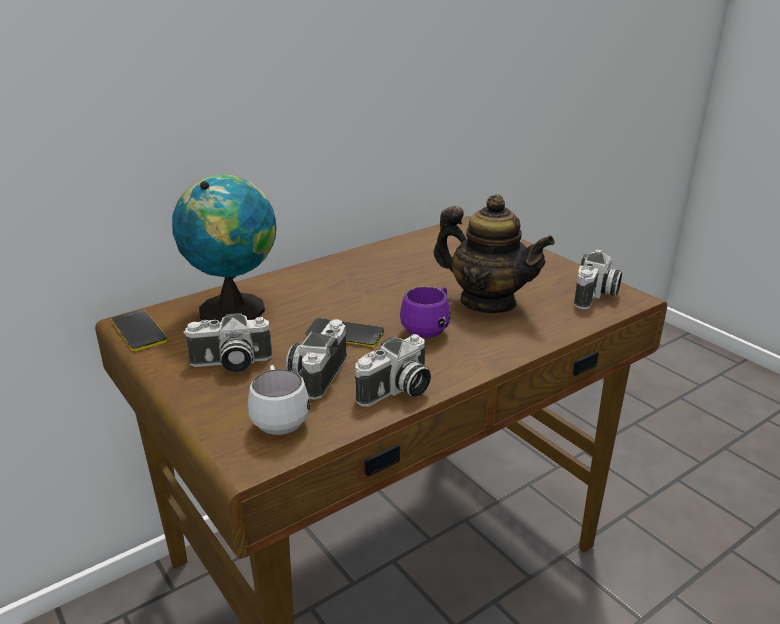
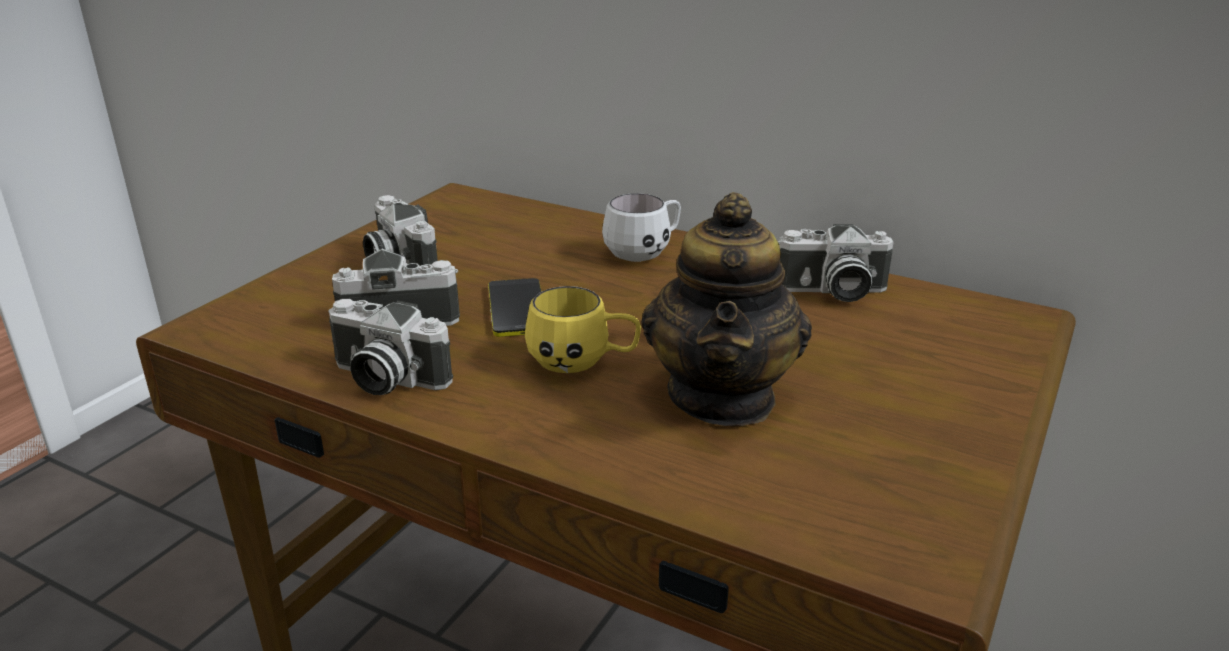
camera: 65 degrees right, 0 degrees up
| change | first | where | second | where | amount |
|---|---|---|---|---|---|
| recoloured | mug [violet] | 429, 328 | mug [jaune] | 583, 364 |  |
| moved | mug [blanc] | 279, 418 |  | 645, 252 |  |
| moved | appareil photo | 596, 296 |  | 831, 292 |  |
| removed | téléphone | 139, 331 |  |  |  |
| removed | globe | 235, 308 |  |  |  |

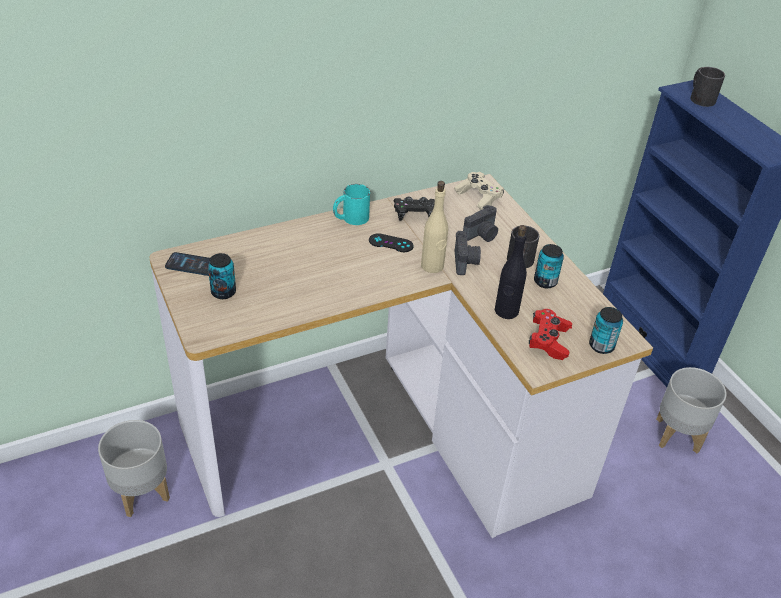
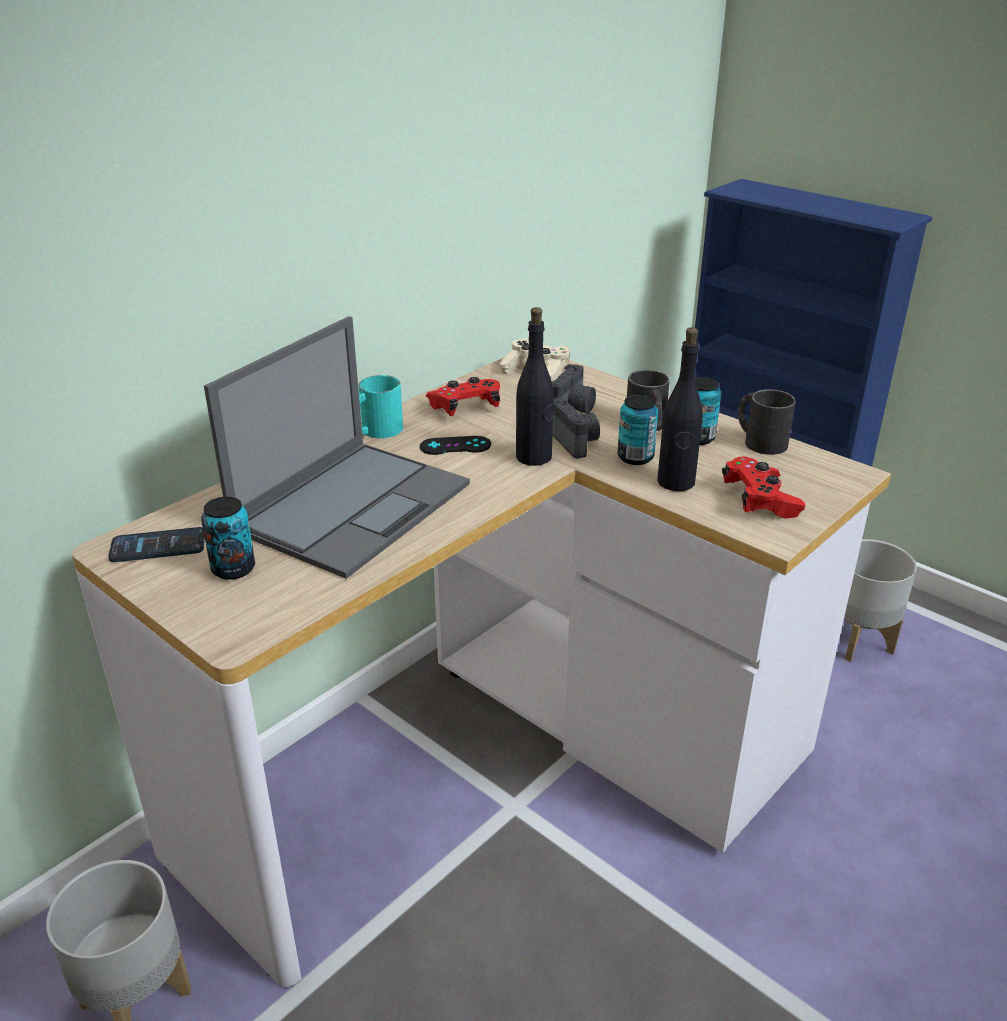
camera: 20 degrees left, 10 degrees down
| change | first | where | second | where | amount |
|---|---|---|---|---|---|
| added |  |  | ordinateur portable | 354, 505 |  |
| recoloured | manette [noir] | 415, 215 | manette [rouge] | 465, 408 |  |
| recoloured | bouteille [beige] | 432, 266 | bouteille [noir] | 534, 457 |  |
| moved | boîte métallique | 601, 346 |  | 635, 457 |  |
| moved | mug [noir] | 700, 97 |  | 759, 441 |  |

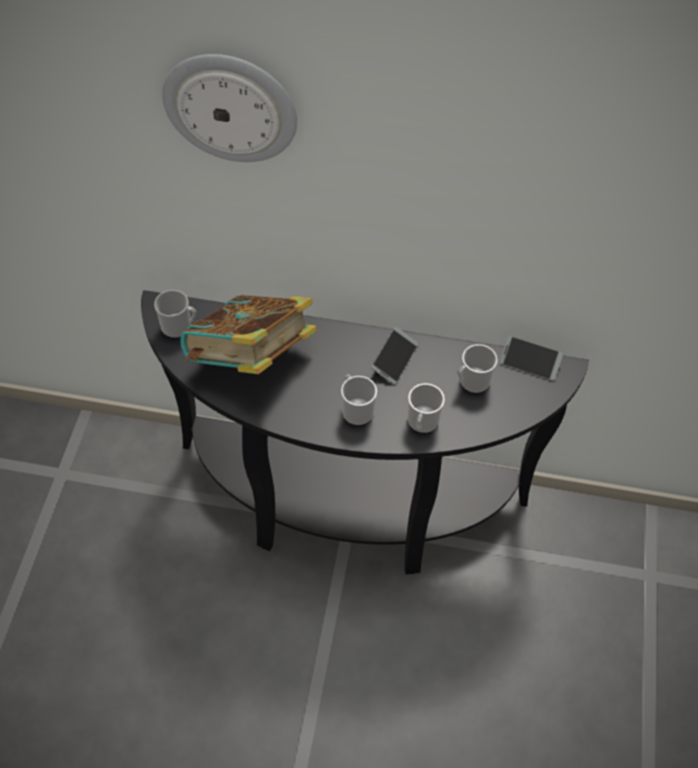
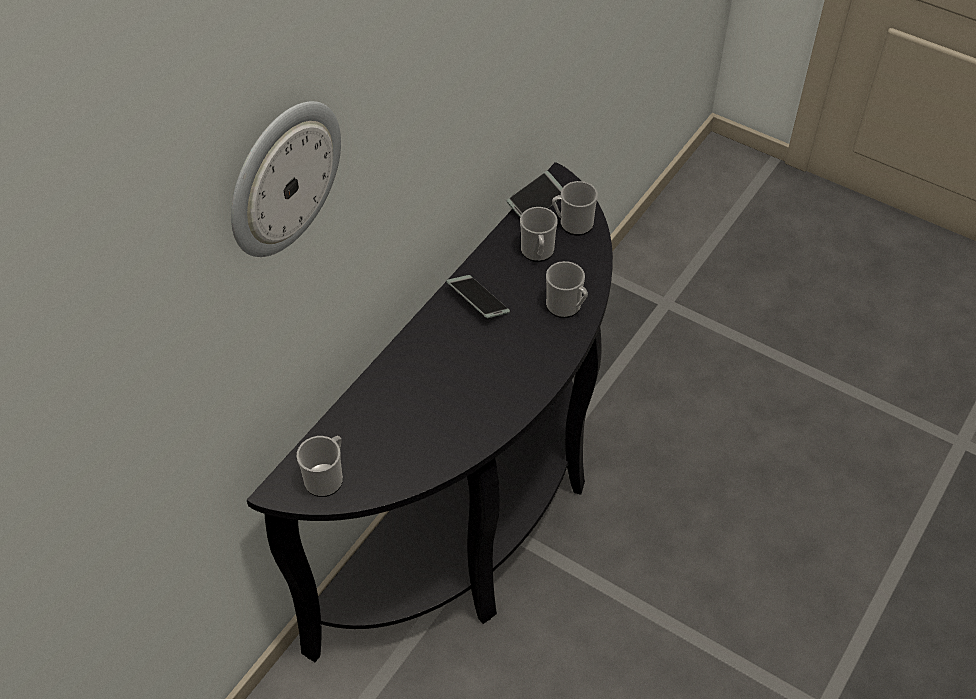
camera: 65 degrees left, 5 degrees down
| change | first | where | second | where | amount |
|---|---|---|---|---|---|
| moved | mug | 356, 409 |  | 572, 224 |  |
| removed | livre | 251, 360 |  |  |  |

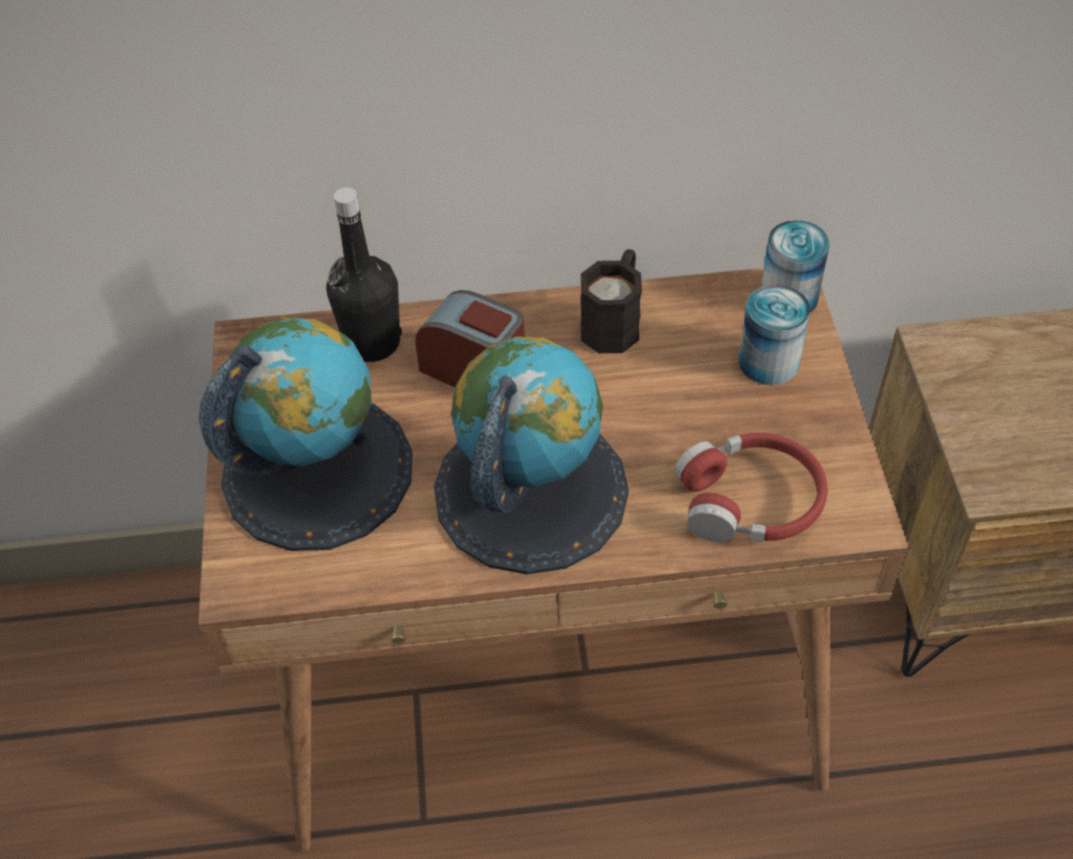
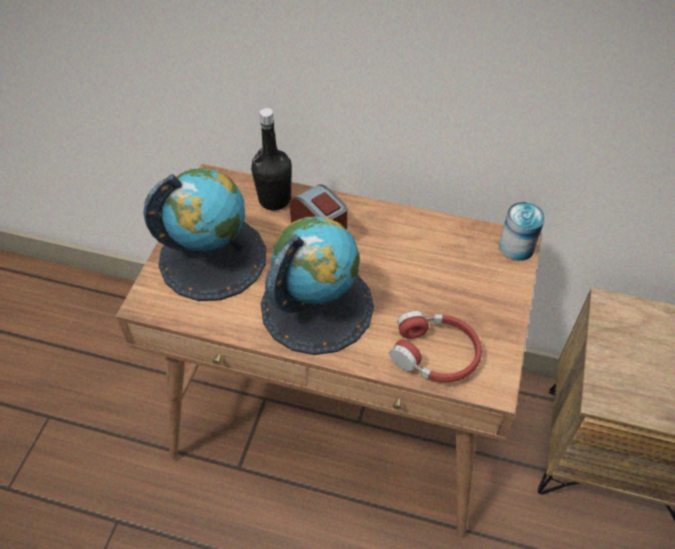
camera: 20 degrees right, 0 degrees up
| change | first | where | second | where | amount |
|---|---|---|---|---|---|
| removed | mug [noir] | 614, 321 |  |  |  |
| removed | boîte métallique | 768, 362 |  |  |  |

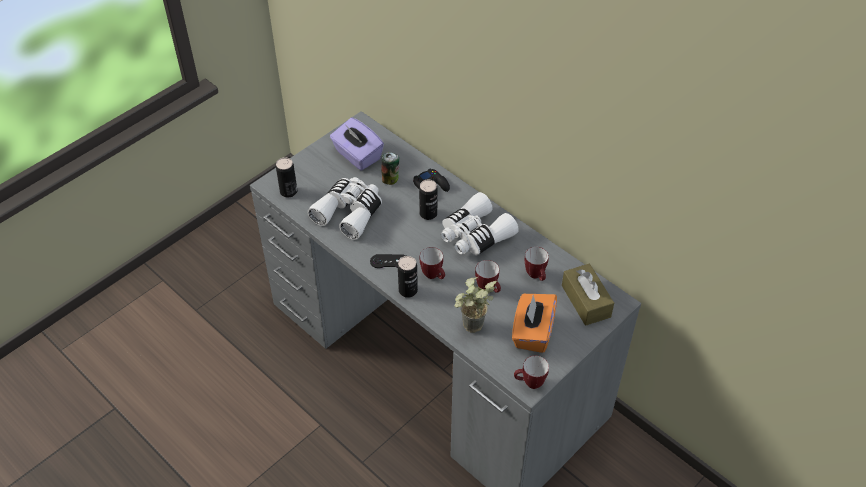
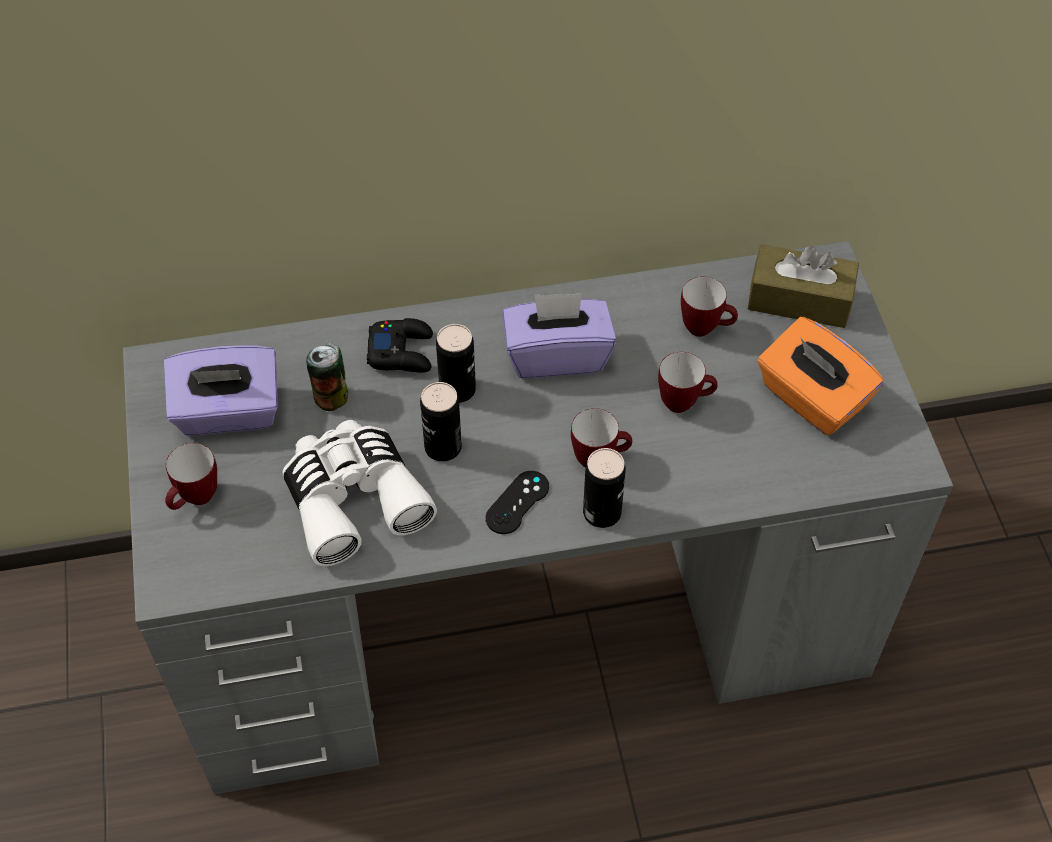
camera: 55 degrees left, 5 degrees up
| change | first | where | second | where | amount |
|---|---|---|---|---|---|
| moved | mug | 529, 384 |  | 196, 500 |  |
| moved | boîte métallique | 288, 191 |  | 443, 447 |  |
| replaced | jumelles [blanc] | 475, 235 | boîte à mouchoirs [violet] | 557, 355 |  |
| removed | plante en pot | 471, 330 |  |  |  |

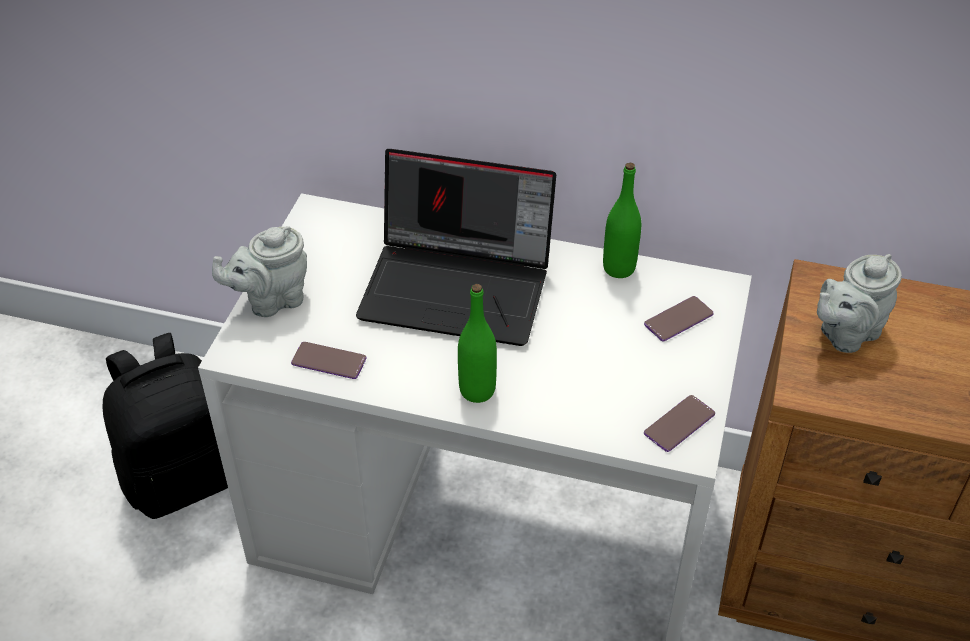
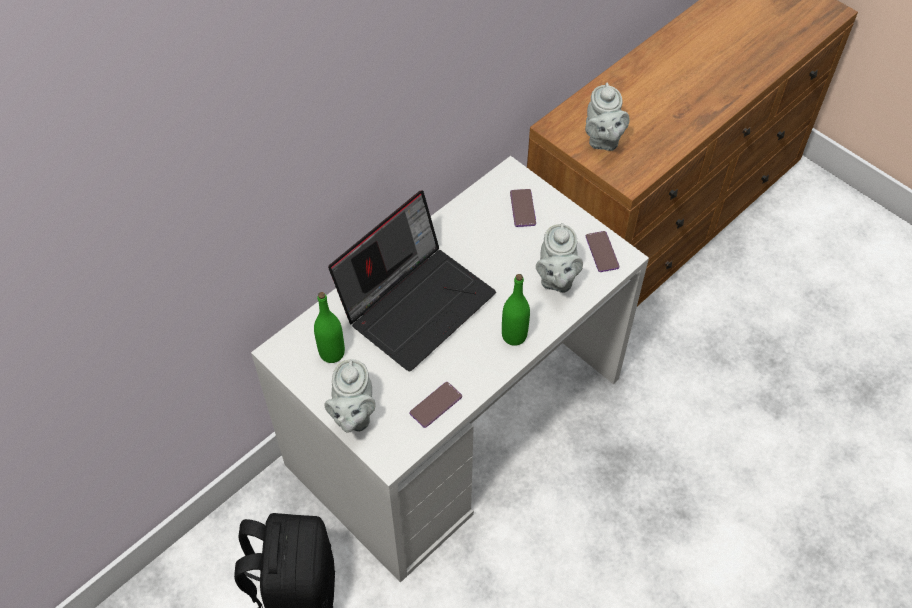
camera: 60 degrees left, 10 degrees up
| change | first | where | second | where | amount |
|---|---|---|---|---|---|
| moved | bouteille [vert] | 619, 268 |  | 332, 353 |  |
| added |  |  | théière [gris] | 556, 279 |  |

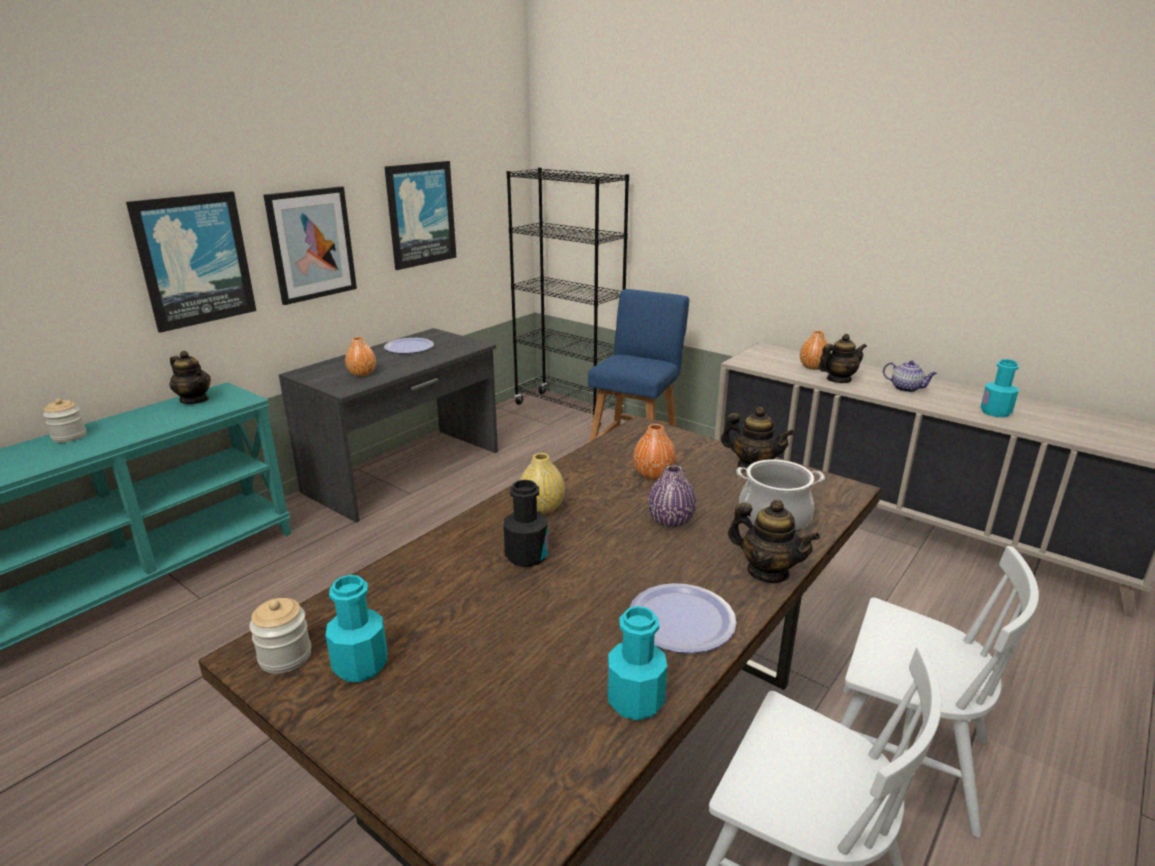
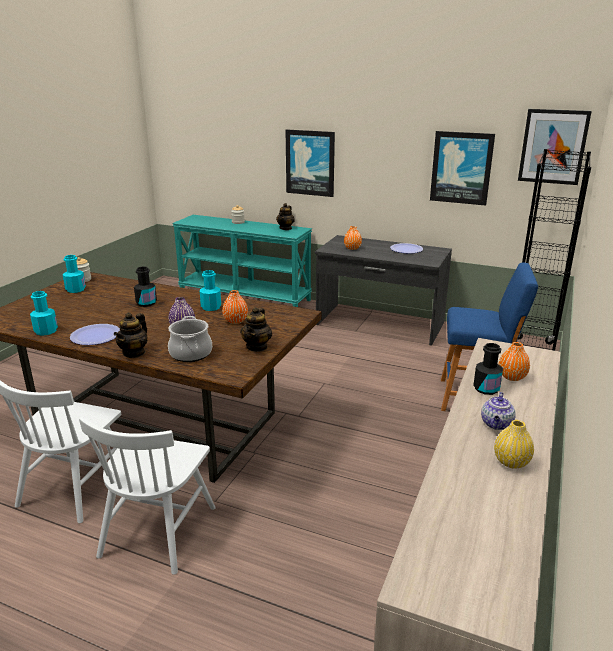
camera: 75 degrees right, 0 degrees up
| change | first | where | second | where | amount |
|---|---|---|---|---|---|
| moved | bouteille [turquoise] | 995, 412 |  | 211, 307 |  |
| replaced | théière | 838, 380 | bouteille [noir] | 486, 388 |  |
| moved | vase [jaune] | 542, 507 |  | 511, 462 |  |
| moved | tableau | 311, 244 |  | 553, 146 |  |

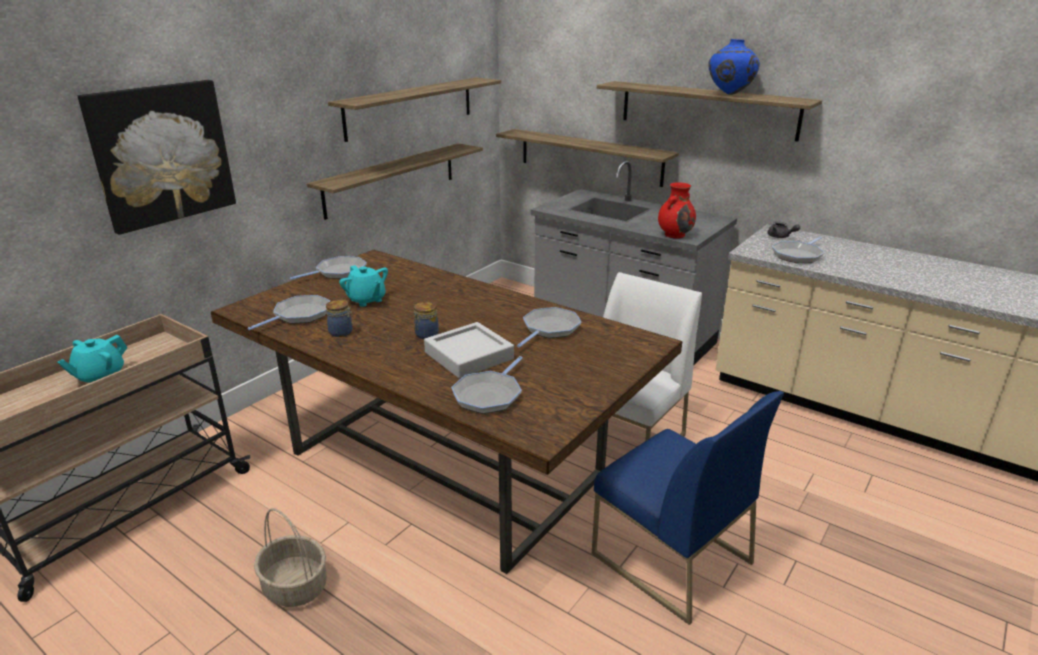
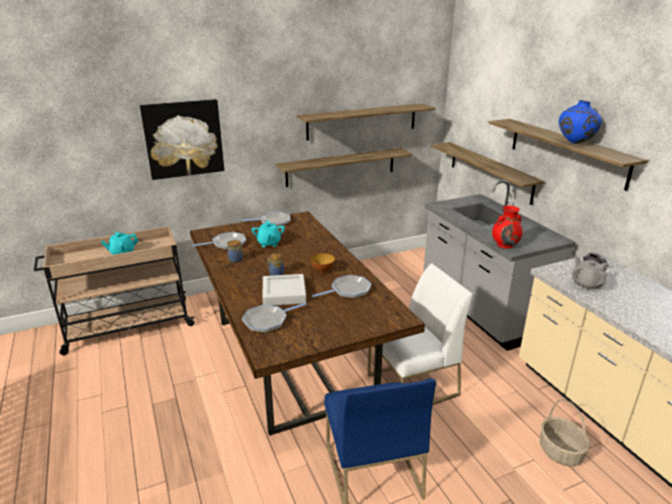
camera: 30 degrees right, 0 degrees up
| change | first | where | second | where | amount |
|---|---|---|---|---|---|
| added |  |  | bol | 322, 270 |  |
| moved | panier | 294, 587 |  | 559, 452 |  |
| replaced | poêle | 798, 255 | théière [gris] | 586, 284 |  |

